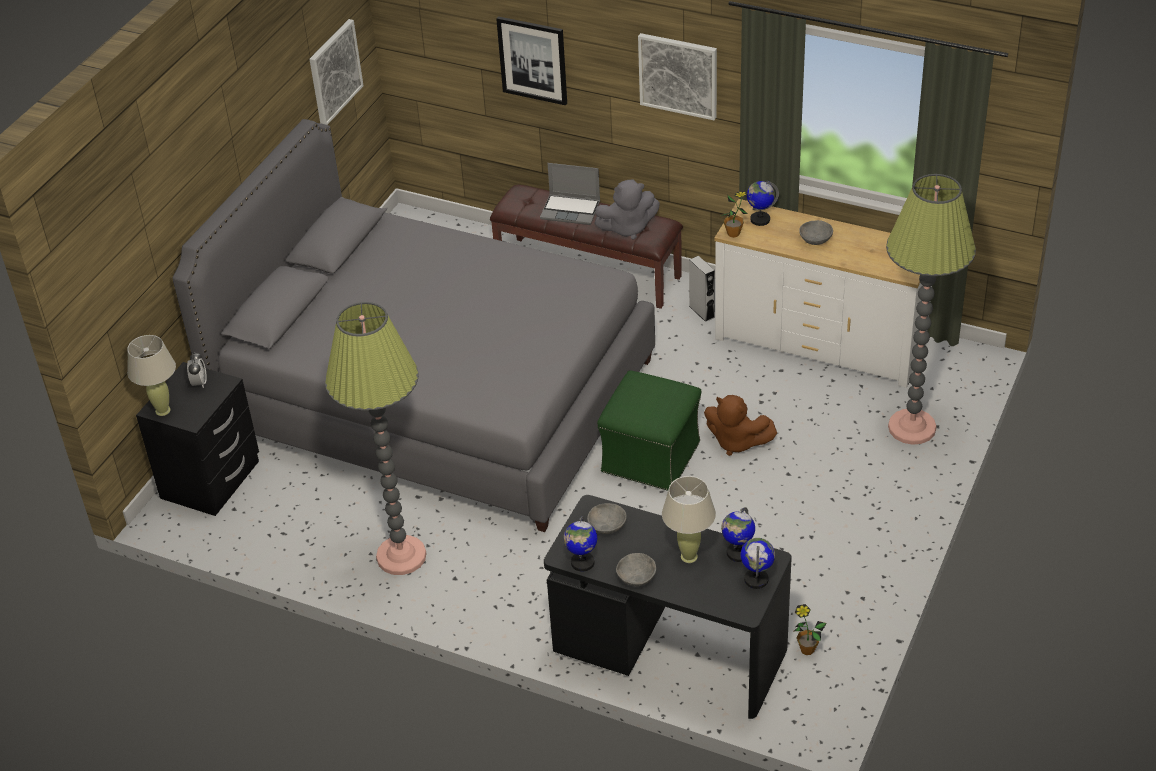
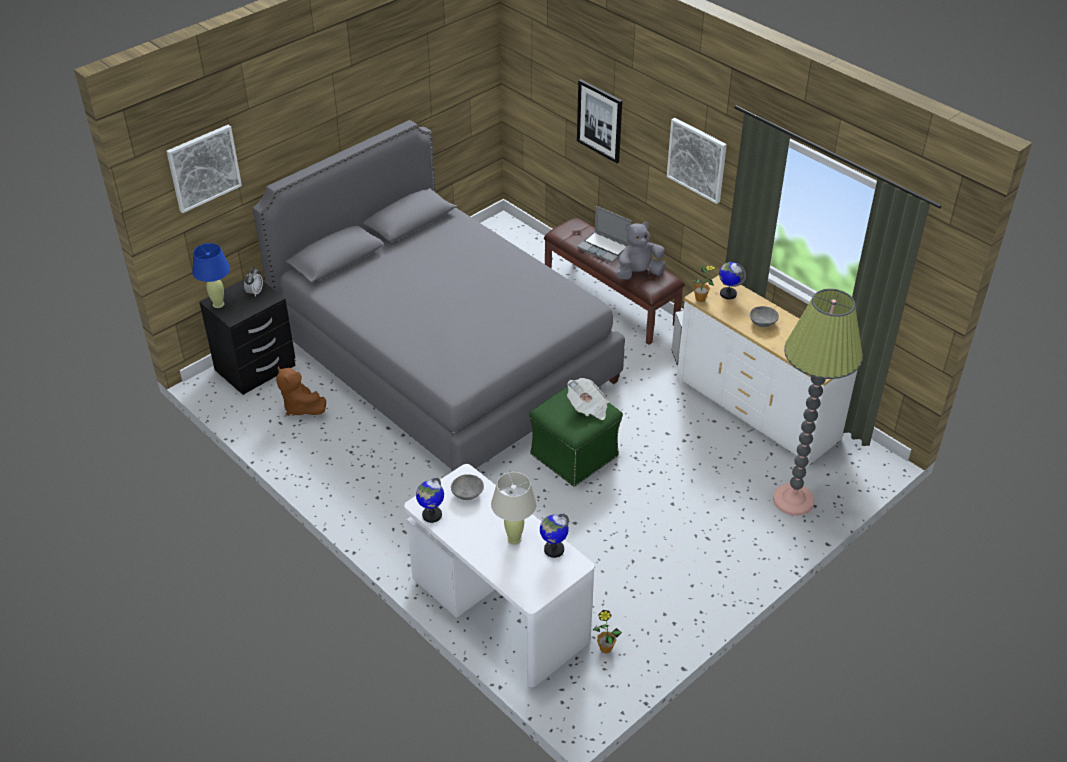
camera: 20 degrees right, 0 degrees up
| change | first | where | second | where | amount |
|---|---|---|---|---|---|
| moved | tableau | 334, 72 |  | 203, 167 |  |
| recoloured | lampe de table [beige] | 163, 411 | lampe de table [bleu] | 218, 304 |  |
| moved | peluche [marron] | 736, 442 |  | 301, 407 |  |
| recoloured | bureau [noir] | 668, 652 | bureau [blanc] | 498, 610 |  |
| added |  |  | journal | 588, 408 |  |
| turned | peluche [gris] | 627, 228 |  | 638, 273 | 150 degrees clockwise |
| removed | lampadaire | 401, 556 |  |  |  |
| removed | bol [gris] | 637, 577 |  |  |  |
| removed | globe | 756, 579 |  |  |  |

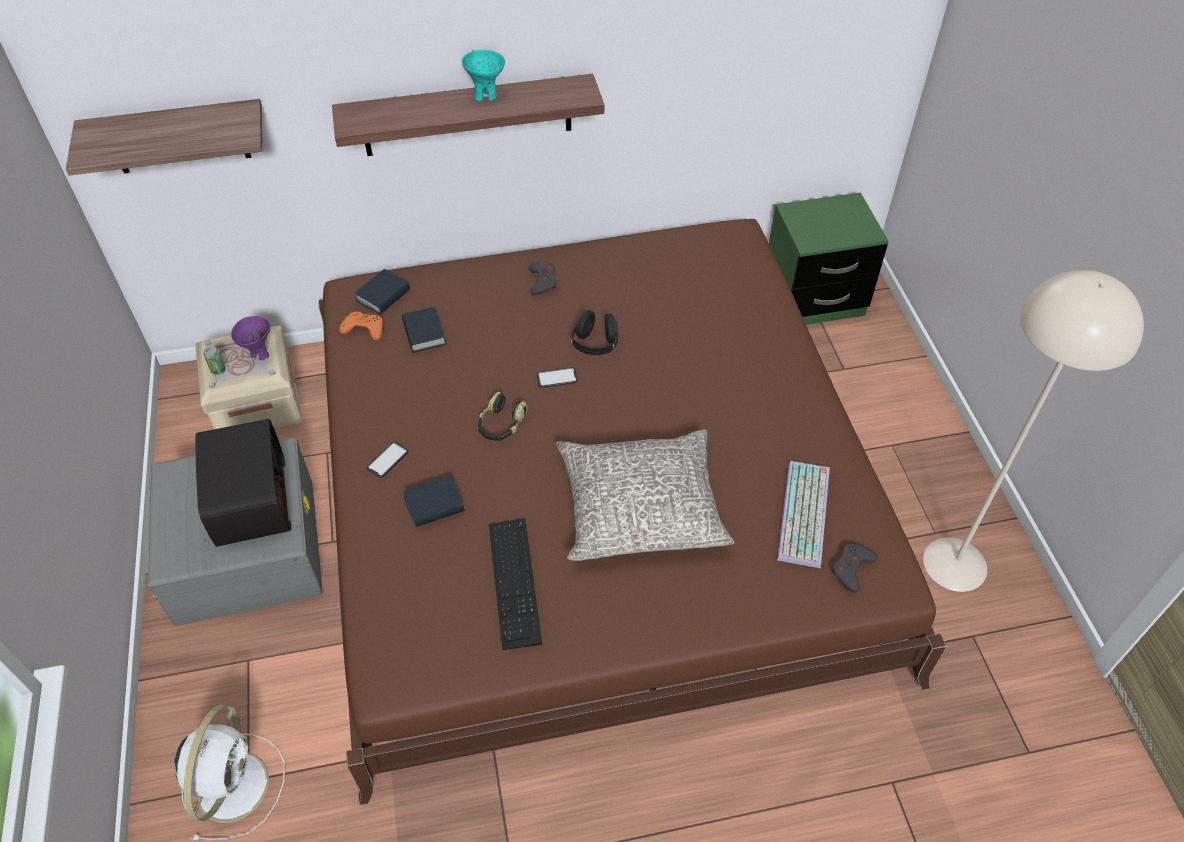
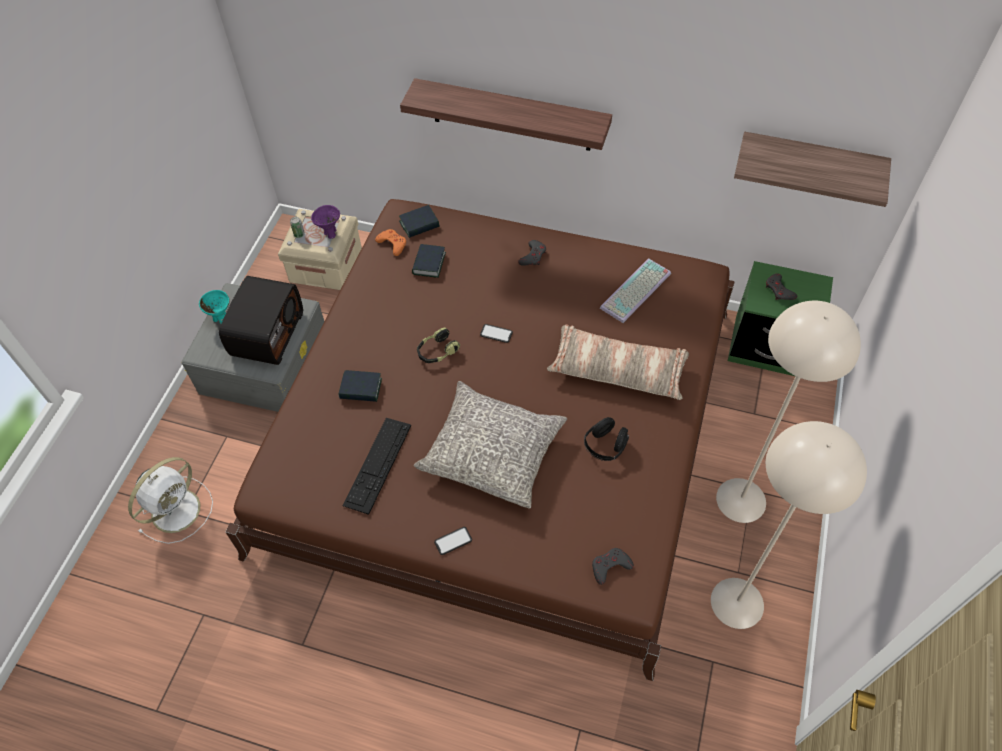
camera: 30 degrees right, 5 degrees up
| change | first | where | second | where | amount |
|---|---|---|---|---|---|
| moved | bol [turquoise] | 485, 96 |  | 221, 318 |  |
| moved | téléphone | 387, 460 |  | 453, 541 |  |
| added |  |  | coussin | 617, 369 |  |
| moved | casque audio [noir] | 595, 344 |  | 605, 446 |  |
| moved | clavier | 806, 515 |  | 636, 292 |  |
| added |  |  | lampadaire [beige] | 741, 500 |  |
| moved | étagère | 178, 137 |  | 809, 164 |  |
| added |  |  | manette [gris] | 779, 290 |  |

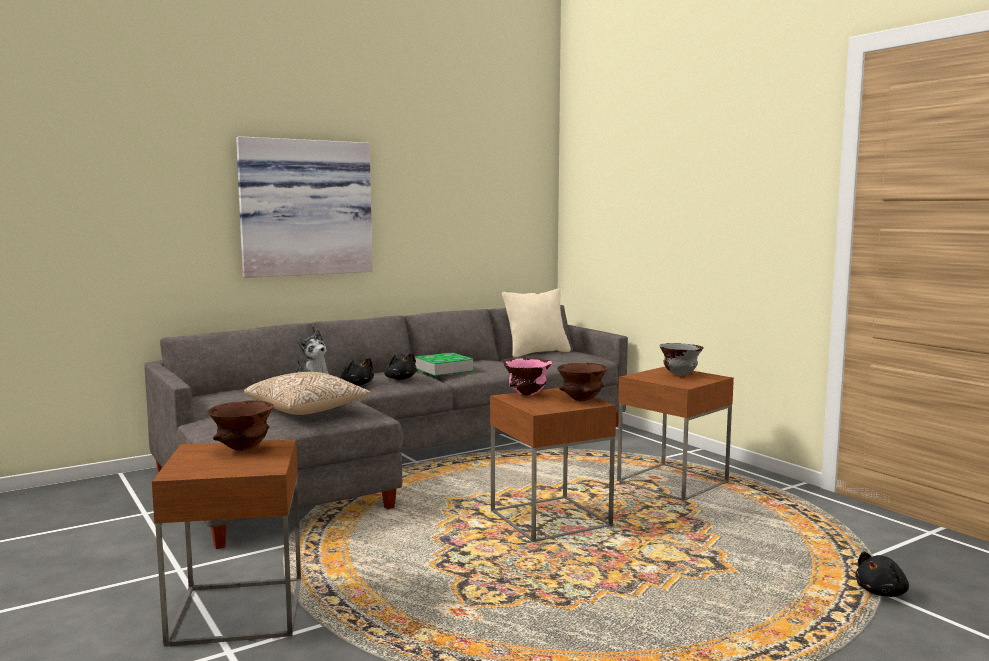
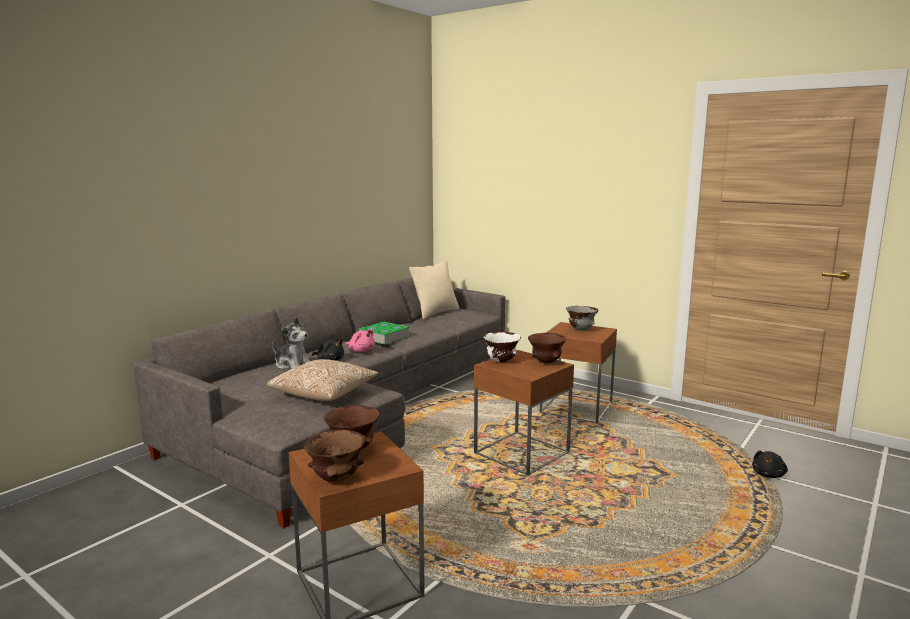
camera: 20 degrees left, 5 degrees up
| change | first | where | second | where | amount |
|---|---|---|---|---|---|
| added |  |  | bol [marron] | 335, 479 |  |
| recoloured | peluche [noir] | 400, 379 | peluche [rose] | 361, 351 |  |
| recoloured | bol [rose] | 527, 395 | bol [blanc] | 501, 362 |  |
| removed | tableau | 305, 208 |  |  |  |

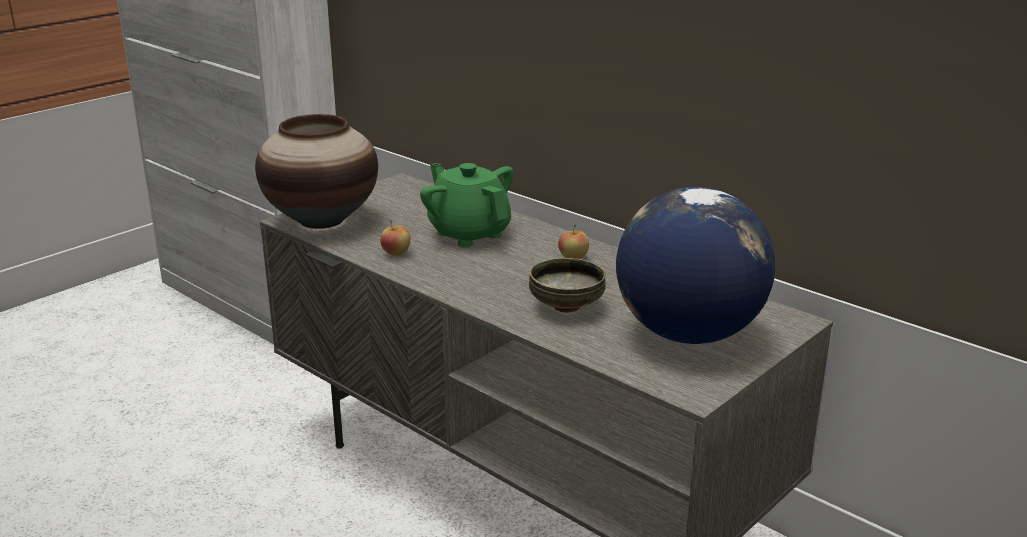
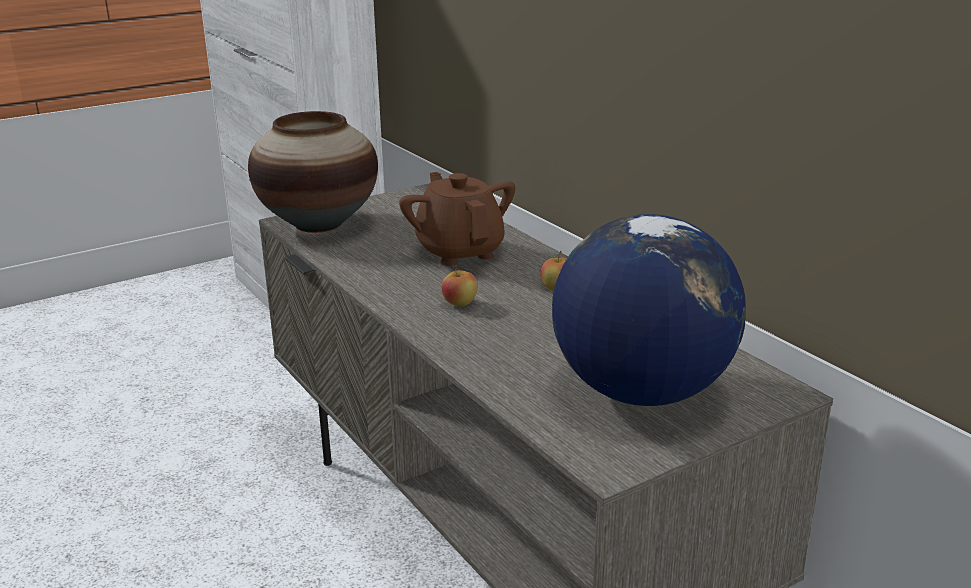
camera: 15 degrees right, 0 degrees up
| change | first | where | second | where | amount |
|---|---|---|---|---|---|
| recoloured | théière [vert] | 469, 233 | théière [marron] | 460, 251 |  |
| moved | pomme | 396, 253 |  | 459, 303 |  |
| removed | bol | 565, 307 |  |  |  |

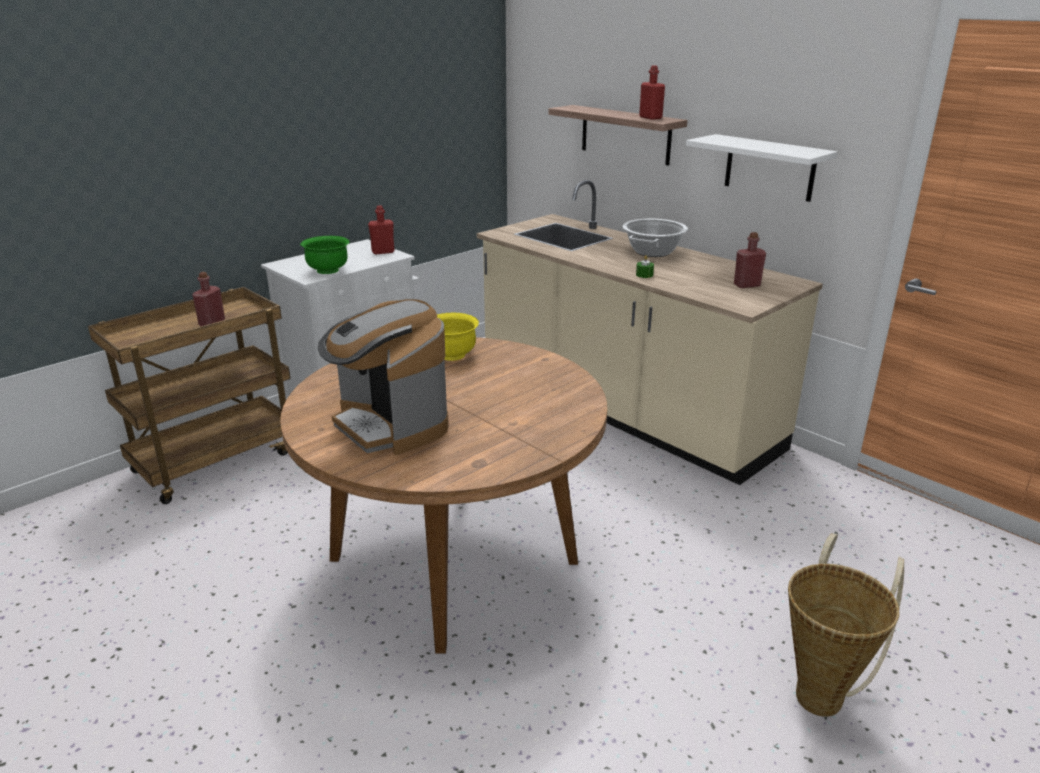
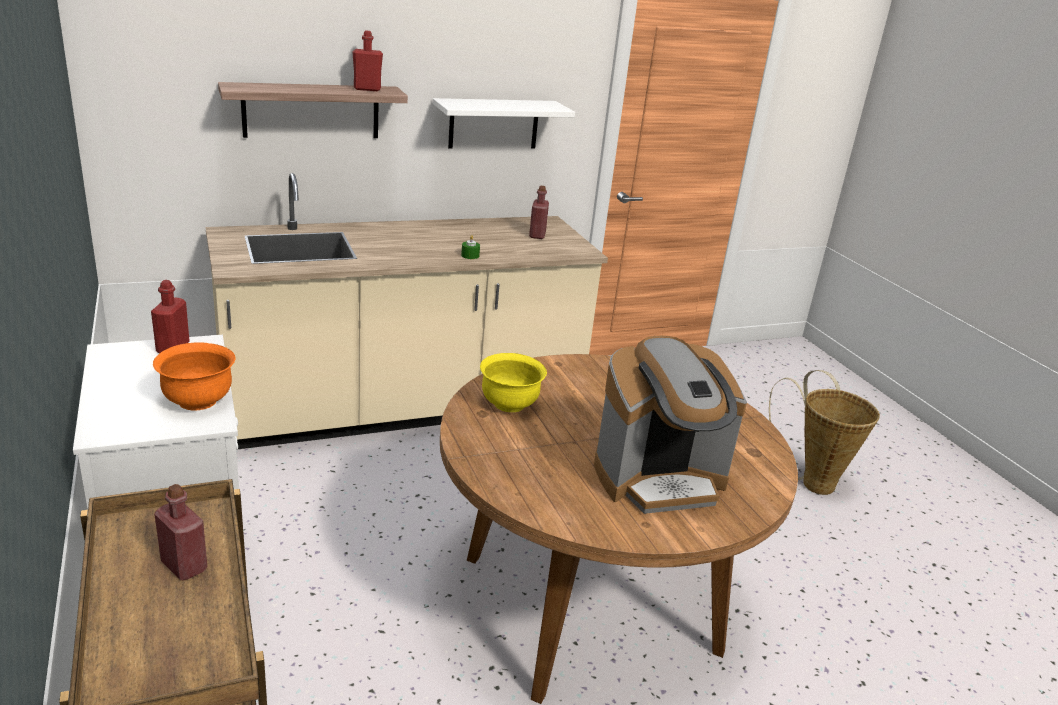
camera: 70 degrees left, 0 degrees up
| change | first | where | second | where | amount |
|---|---|---|---|---|---|
| recoloured | bol [vert] | 328, 270 | bol [orange] | 198, 401 |  |
| removed | marmite | 652, 252 |  |  |  |

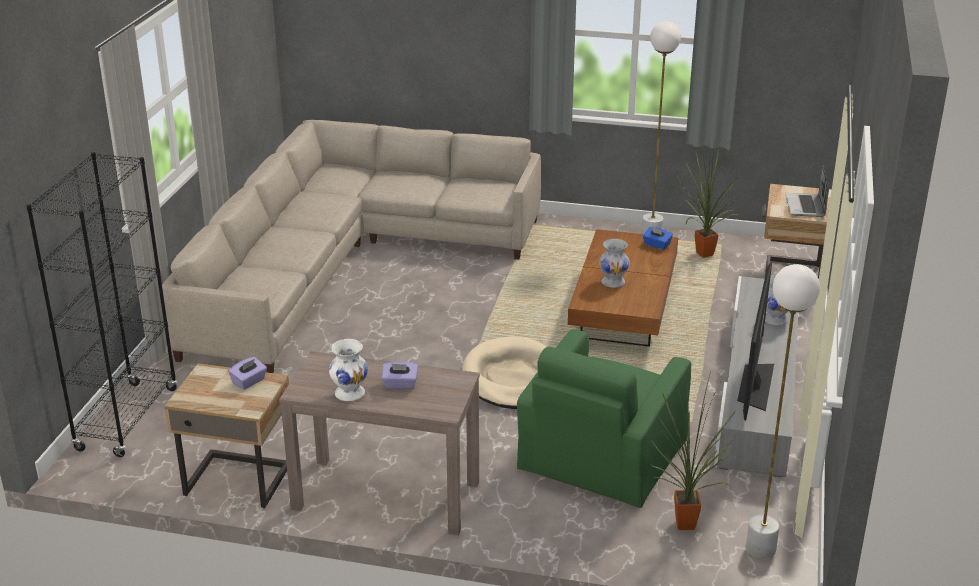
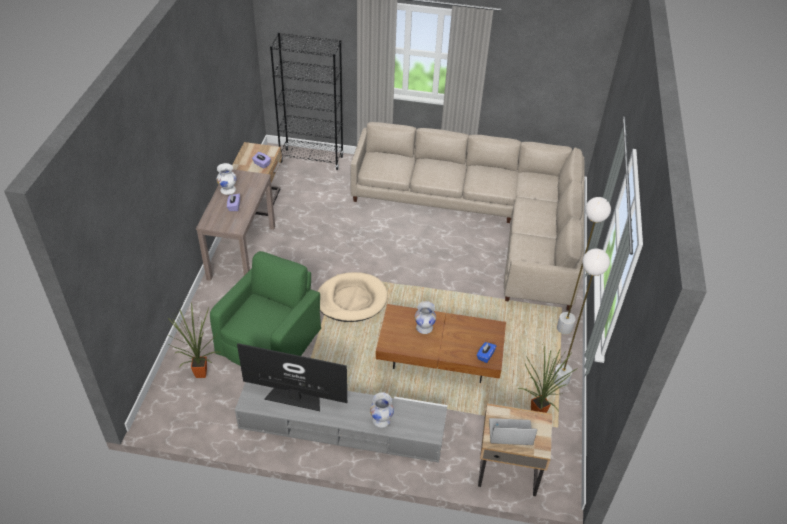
camera: 85 degrees right, 15 degrees up
| change | first | where | second | where | amount |
|---|---|---|---|---|---|
| turned | fauteuil [vert] | 602, 456 |  | 270, 339 | 90 degrees clockwise |
| moved | lampadaire [blanc] | 761, 548 |  | 564, 328 |  |

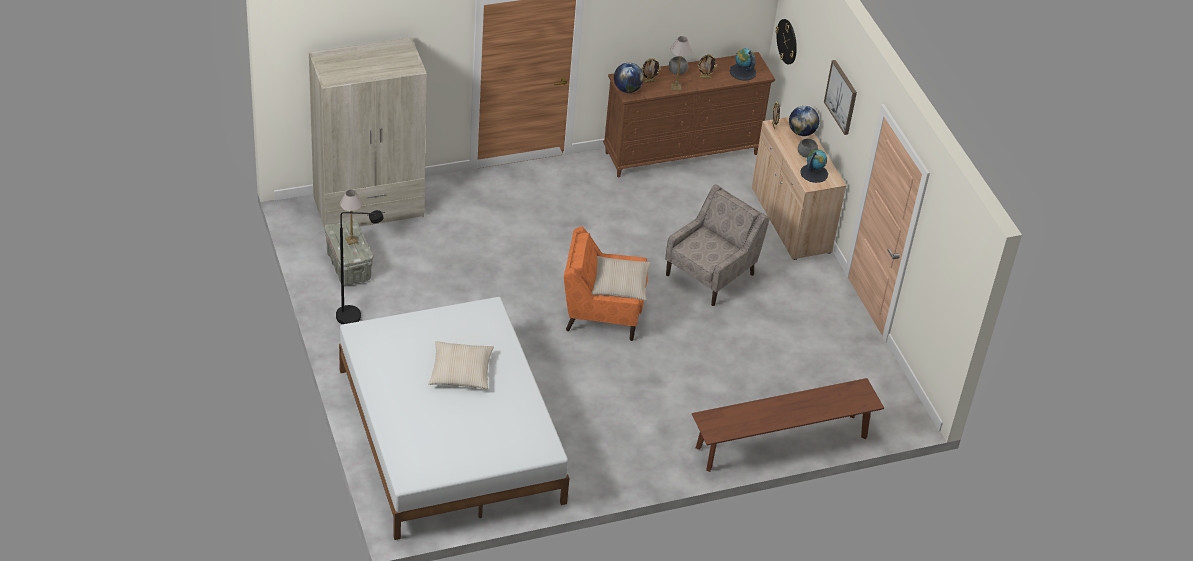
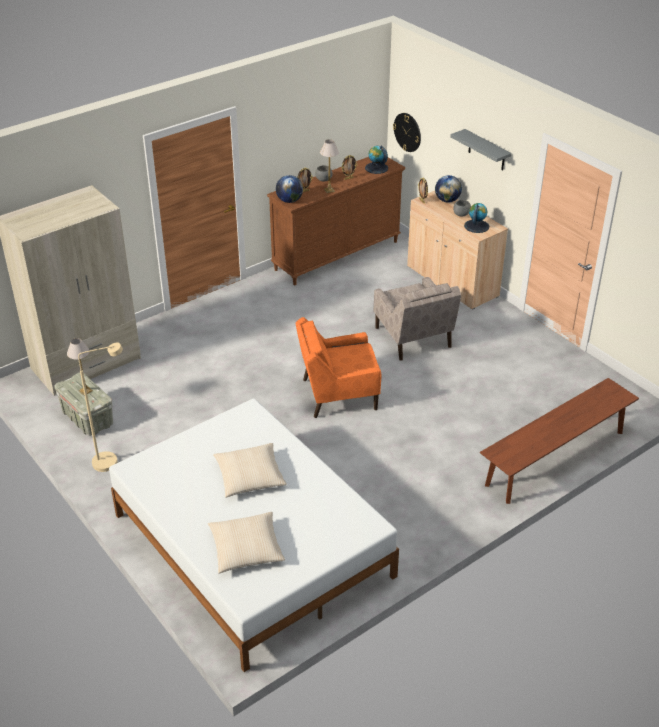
camera: 15 degrees left, 5 degrees down
| change | first | where | second | where | amount |
|---|---|---|---|---|---|
| recoloured | lampadaire [noir] | 356, 316 | lampadaire [beige] | 112, 460 |  |
| moved | coussin [beige] | 620, 284 |  | 246, 548 |  |
| turned | fauteuil [beige] | 711, 274 |  | 413, 338 | 135 degrees clockwise |
| replaced | tableau | 841, 97 | étagère [gris] | 486, 150 |  |

